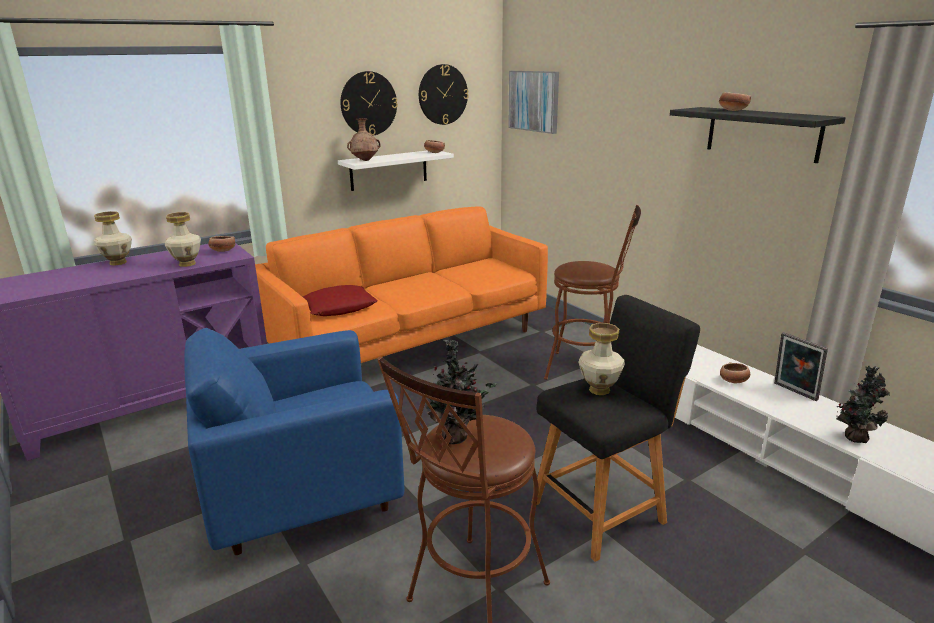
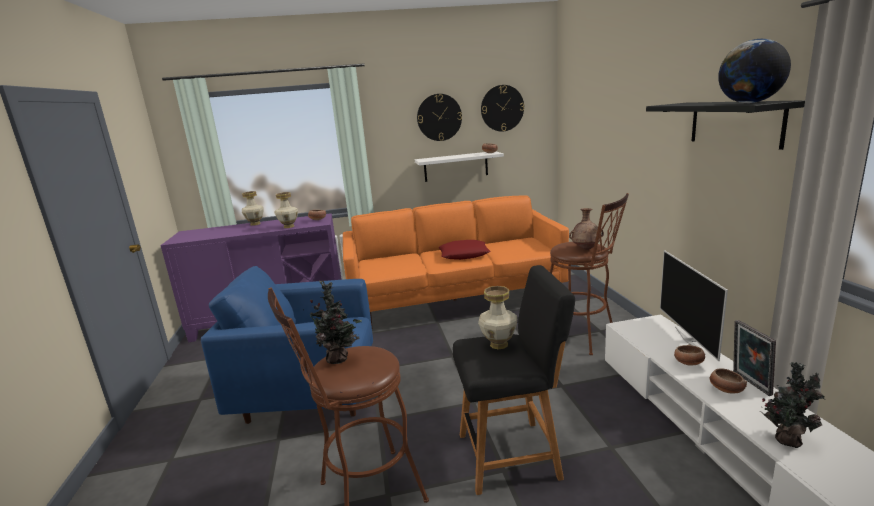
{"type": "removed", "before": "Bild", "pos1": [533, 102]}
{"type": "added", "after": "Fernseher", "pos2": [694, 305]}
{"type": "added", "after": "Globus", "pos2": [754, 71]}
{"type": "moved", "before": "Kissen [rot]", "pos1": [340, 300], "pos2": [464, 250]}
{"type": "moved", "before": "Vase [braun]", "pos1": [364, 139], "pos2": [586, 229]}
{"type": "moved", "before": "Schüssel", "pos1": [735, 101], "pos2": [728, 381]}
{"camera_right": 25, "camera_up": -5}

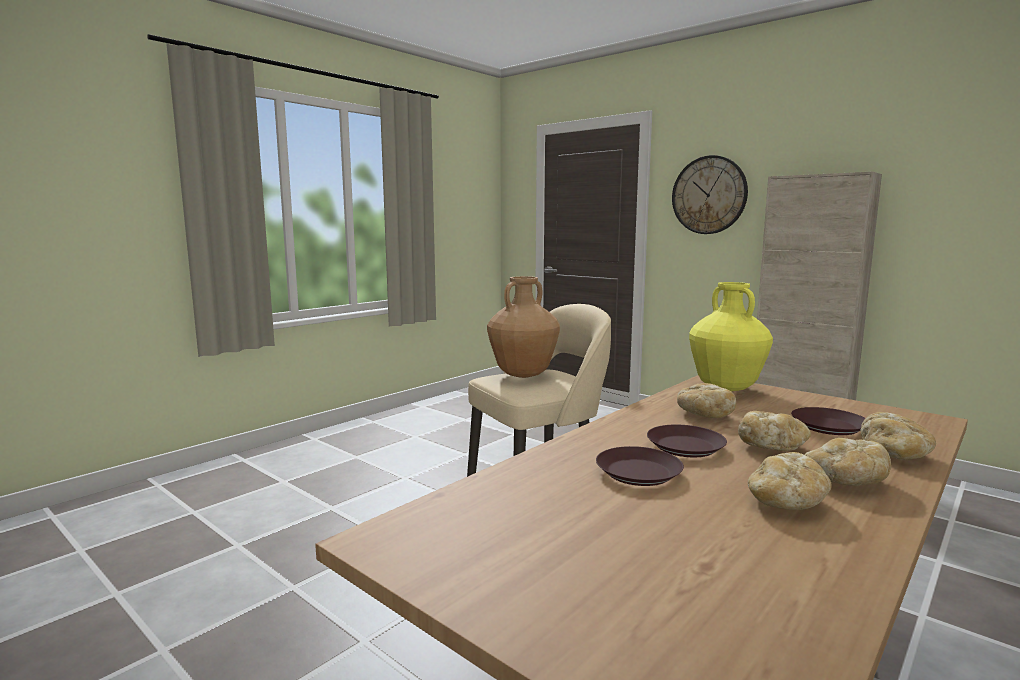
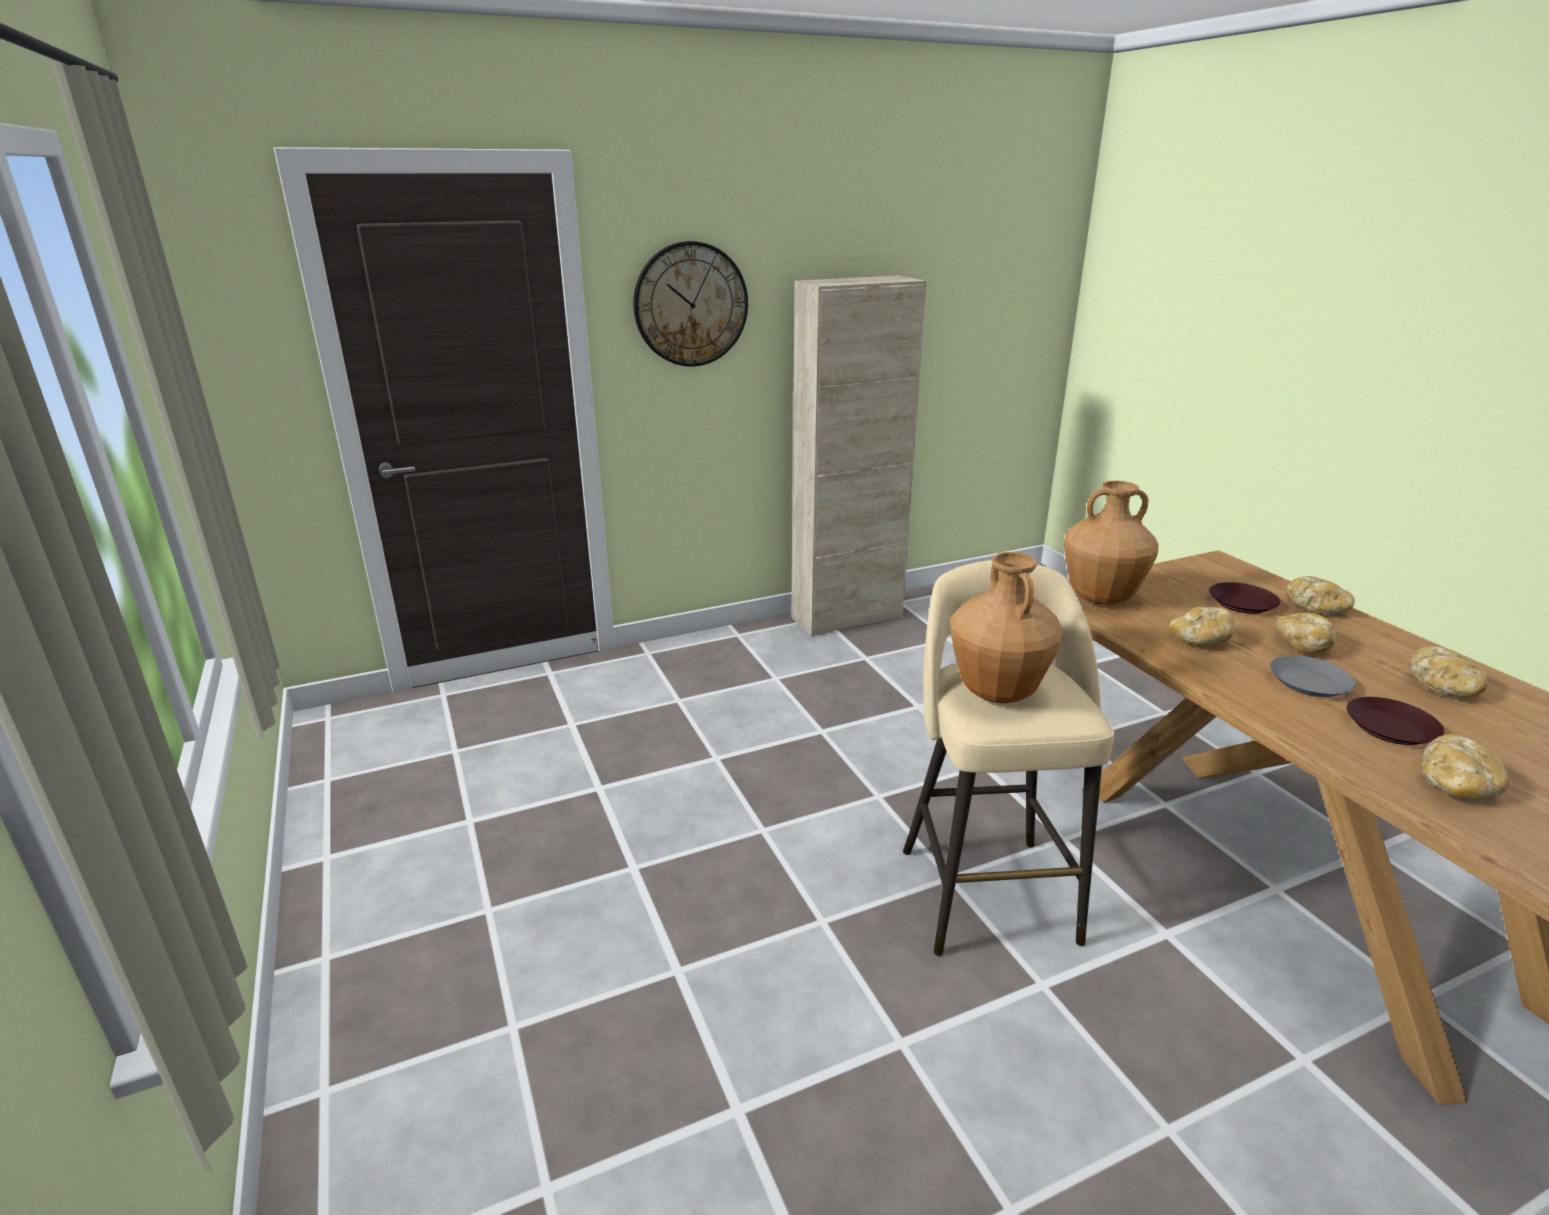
{"type": "moved", "before": "Brot", "pos1": [848, 462], "pos2": [1465, 767]}
{"type": "recoloured", "before": "Teller [braun]", "after": "Teller [grau]", "pos1": [687, 441], "pos2": [1313, 676]}
{"type": "recoloured", "before": "Vase [gelb]", "after": "Vase [braun]", "pos1": [731, 336], "pos2": [1111, 543]}
{"camera_right": -65, "camera_up": 15}

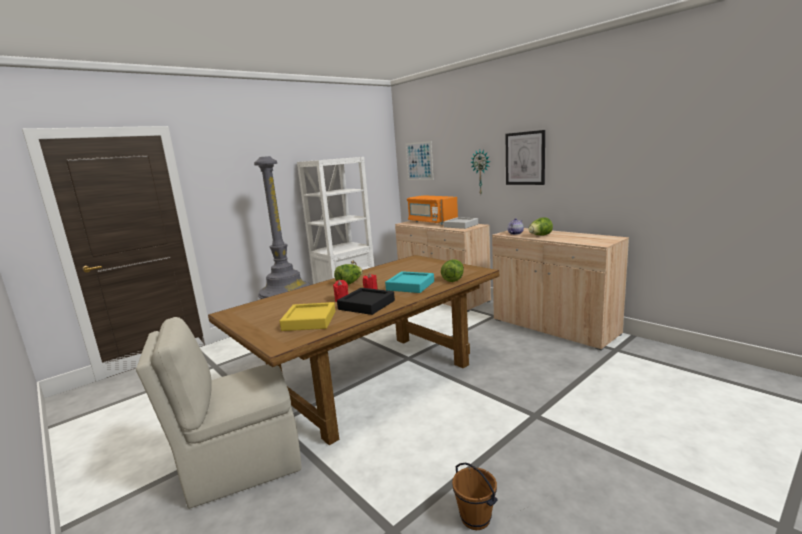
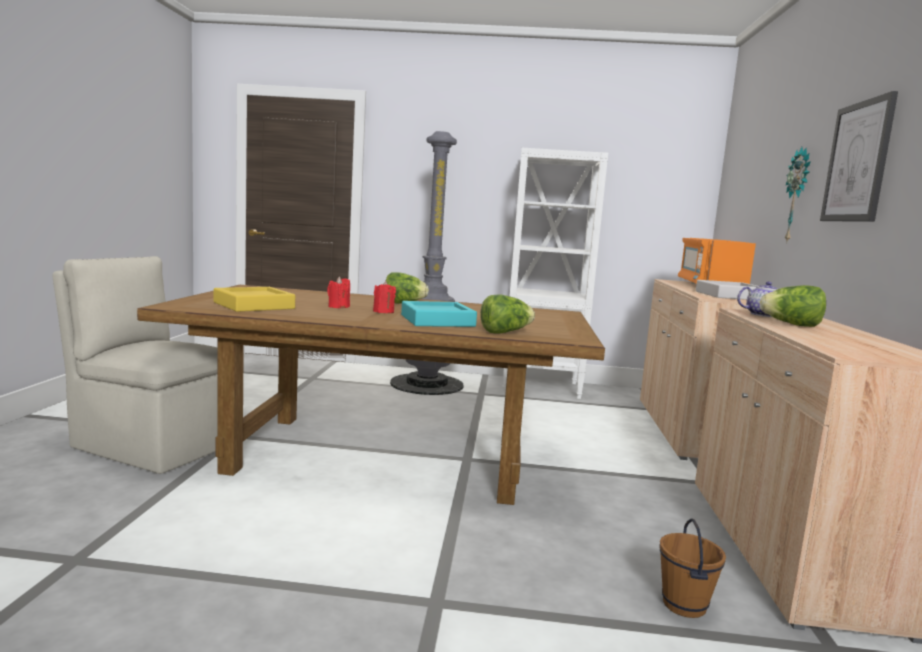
{"type": "removed", "before": "Tablett [schwarz]", "pos1": [366, 301]}
{"type": "removed", "before": "Bild", "pos1": [419, 160]}
{"type": "moved", "before": "Eimer [braun]", "pos1": [475, 496], "pos2": [692, 568]}
{"camera_right": 45, "camera_up": -5}

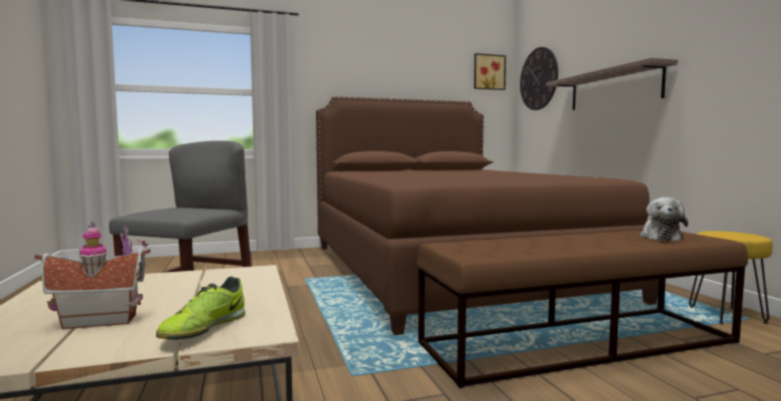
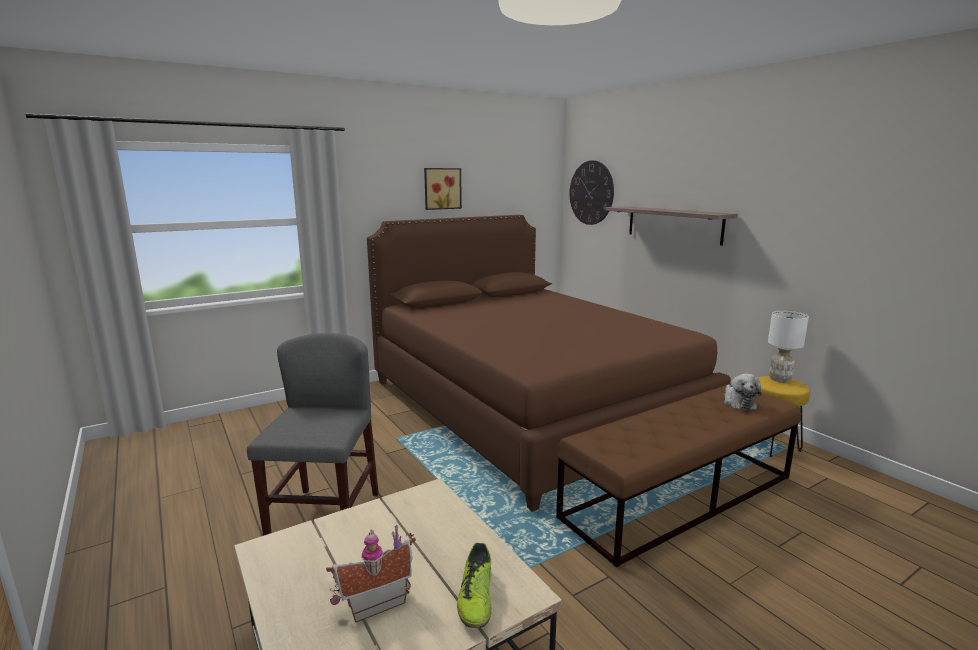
{"type": "added", "after": "Tischlampe [weiß]", "pos2": [788, 347]}
{"type": "moved", "before": "Bild", "pos1": [490, 71], "pos2": [443, 189]}
{"camera_right": -15, "camera_up": 10}

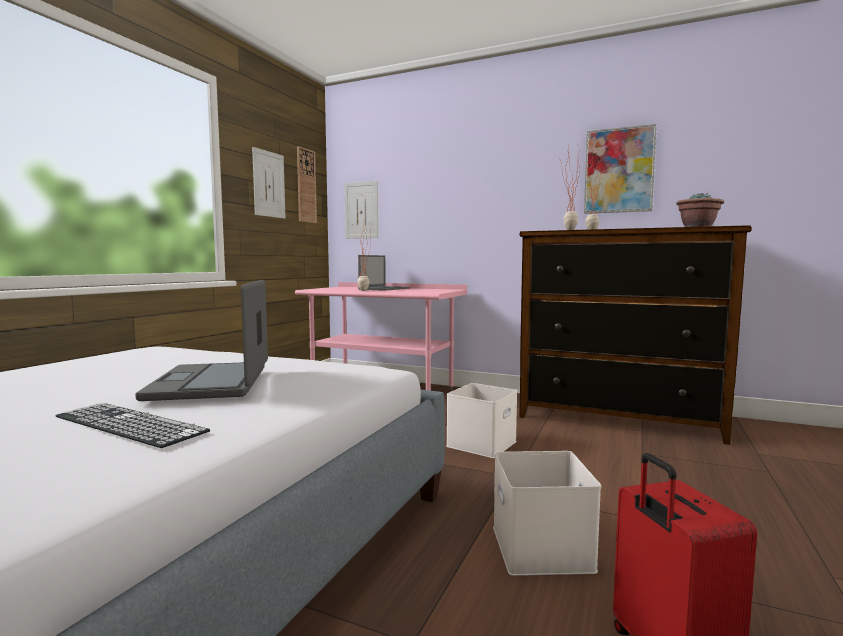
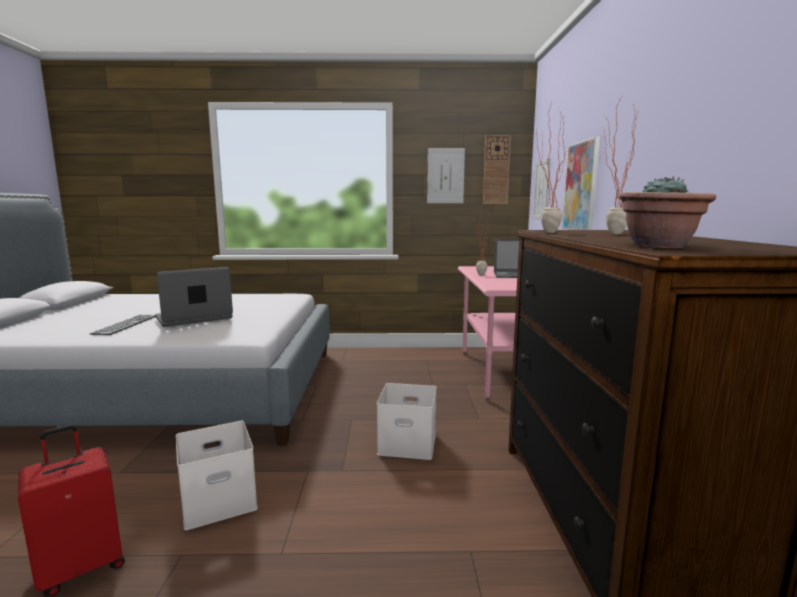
{"type": "moved", "before": "Bild", "pos1": [620, 169], "pos2": [581, 183]}
{"camera_right": 65, "camera_up": 5}

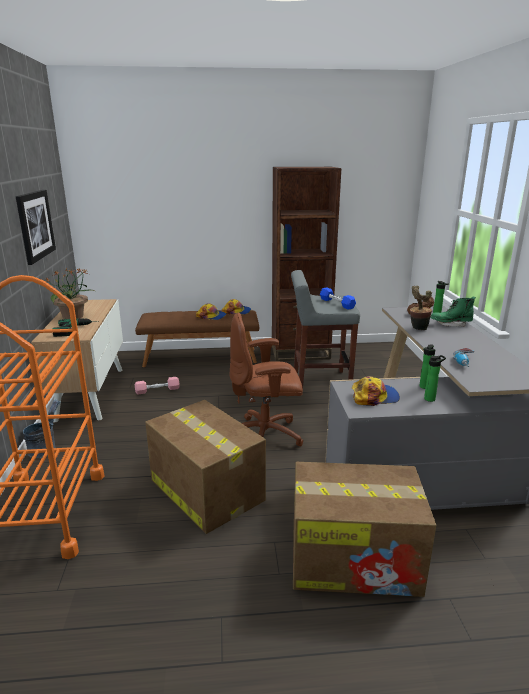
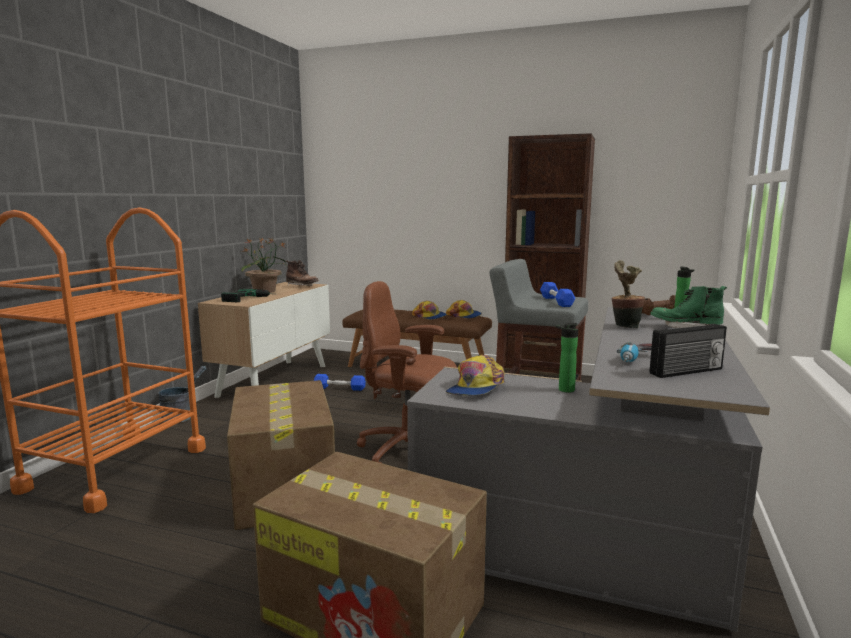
{"type": "removed", "before": "Bild", "pos1": [36, 227]}
{"type": "removed", "before": "Flasche", "pos1": [435, 378]}
{"type": "added", "after": "Stiefel [braun]", "pos2": [302, 273]}
{"type": "added", "after": "Radio", "pos2": [688, 351]}
{"type": "recoloured", "before": "Hantel [rosa]", "after": "Hantel [blau]", "pos1": [157, 385], "pos2": [340, 382]}
{"type": "turned", "before": "Kappe", "pos1": [376, 391], "pos2": [475, 375], "turn": 105}
{"camera_right": 25, "camera_up": -10}

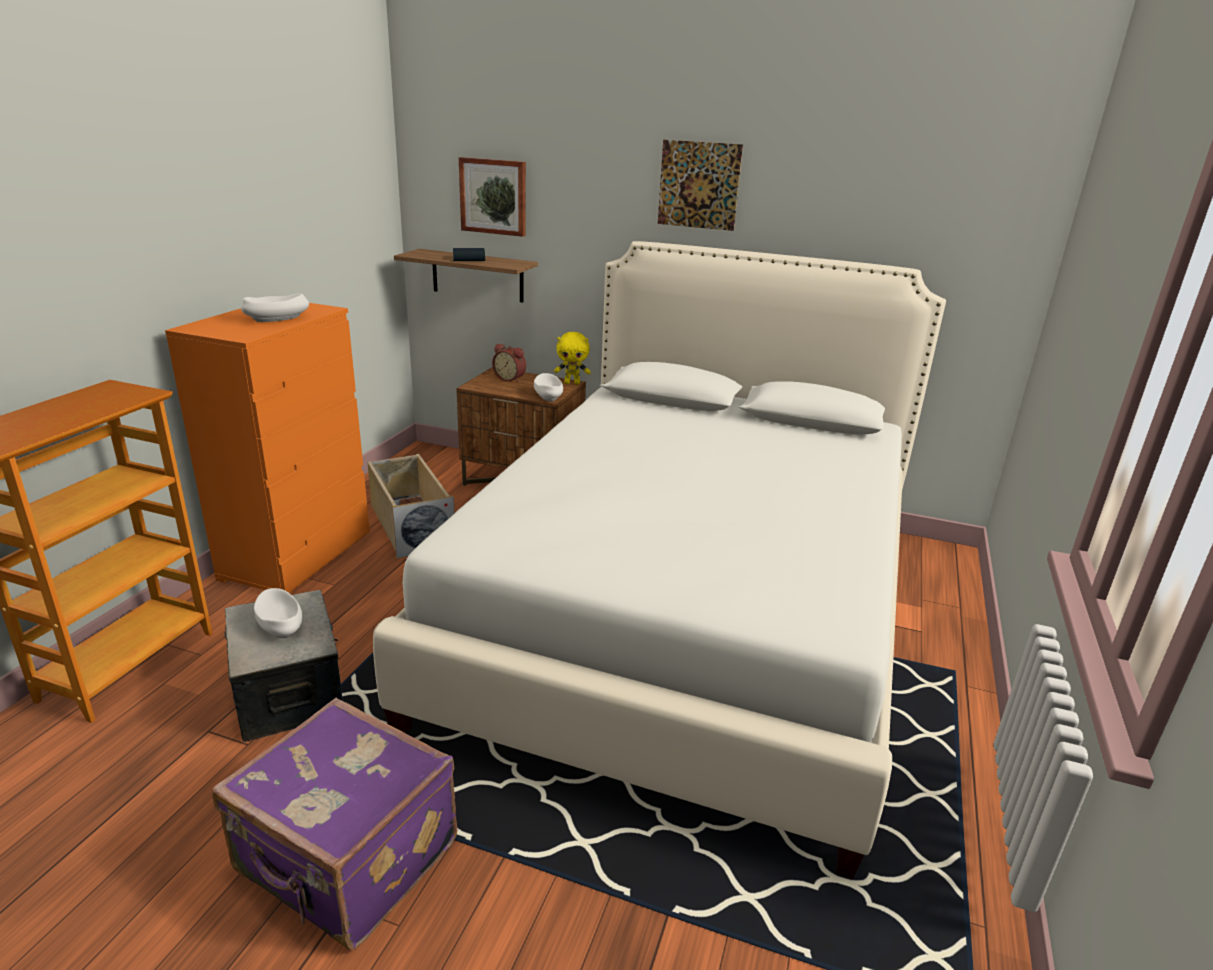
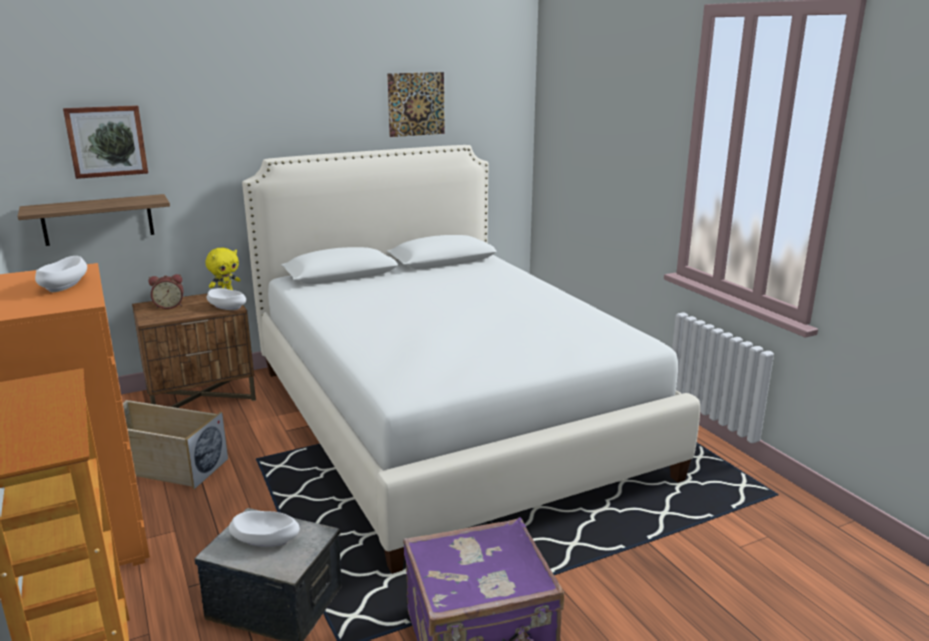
{"type": "removed", "before": "Buch", "pos1": [469, 254]}
{"type": "moved", "before": "Bild", "pos1": [700, 185], "pos2": [416, 104]}
{"camera_right": -45, "camera_up": -5}

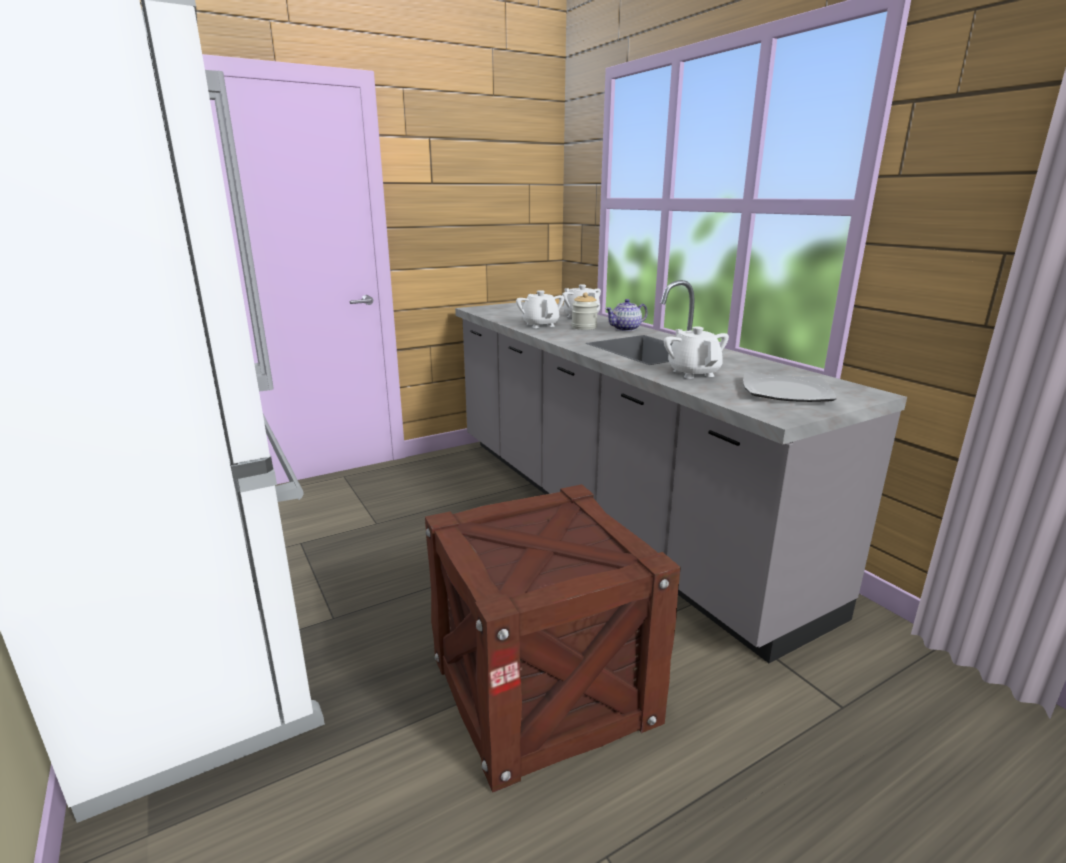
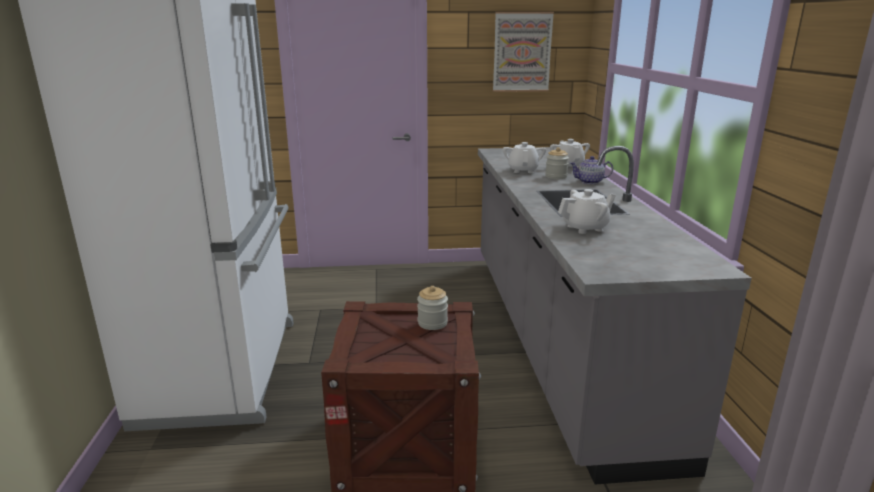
{"type": "removed", "before": "Teller", "pos1": [790, 387]}
{"type": "added", "after": "Vorratsglas", "pos2": [432, 308]}
{"type": "added", "after": "Bild", "pos2": [523, 52]}
{"type": "turned", "before": "Teekanne [weiß]", "pos1": [696, 352], "pos2": [587, 211], "turn": 60}
{"camera_right": 25, "camera_up": 0}

